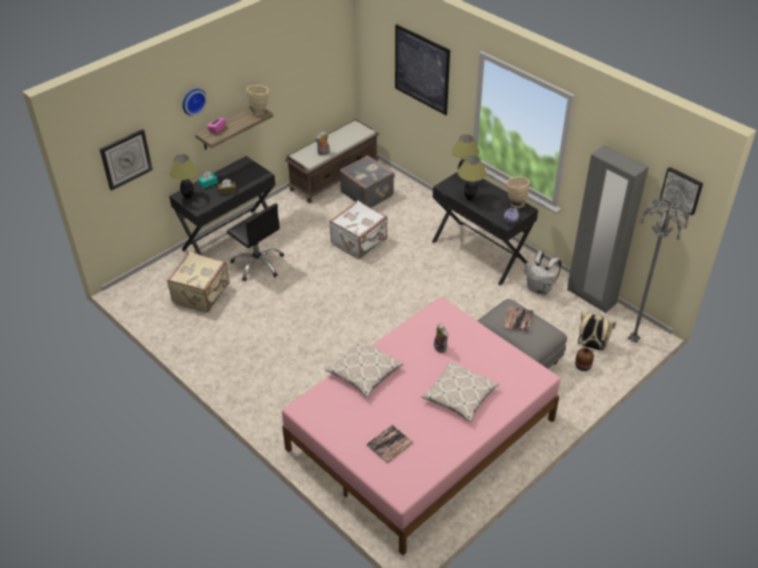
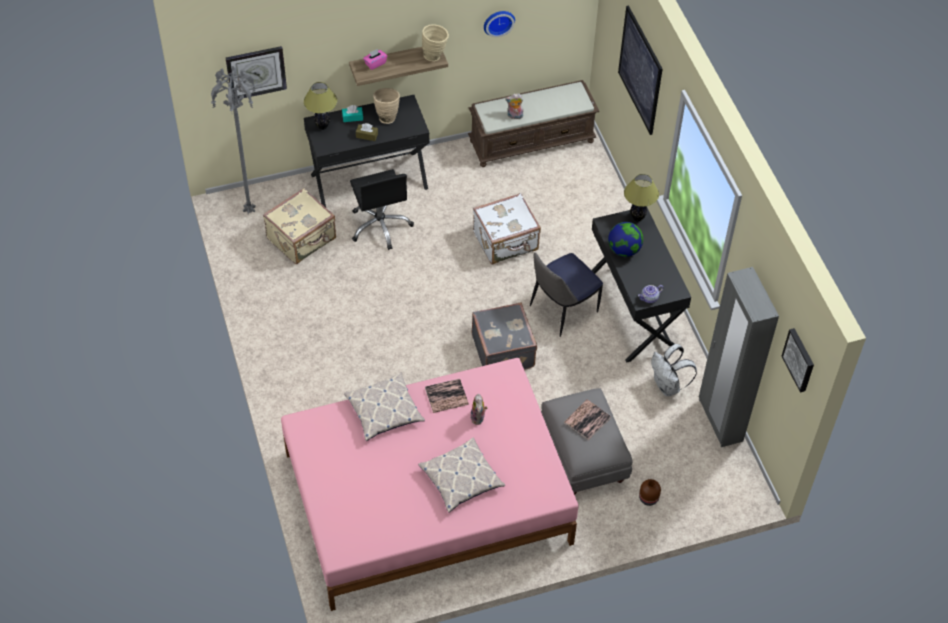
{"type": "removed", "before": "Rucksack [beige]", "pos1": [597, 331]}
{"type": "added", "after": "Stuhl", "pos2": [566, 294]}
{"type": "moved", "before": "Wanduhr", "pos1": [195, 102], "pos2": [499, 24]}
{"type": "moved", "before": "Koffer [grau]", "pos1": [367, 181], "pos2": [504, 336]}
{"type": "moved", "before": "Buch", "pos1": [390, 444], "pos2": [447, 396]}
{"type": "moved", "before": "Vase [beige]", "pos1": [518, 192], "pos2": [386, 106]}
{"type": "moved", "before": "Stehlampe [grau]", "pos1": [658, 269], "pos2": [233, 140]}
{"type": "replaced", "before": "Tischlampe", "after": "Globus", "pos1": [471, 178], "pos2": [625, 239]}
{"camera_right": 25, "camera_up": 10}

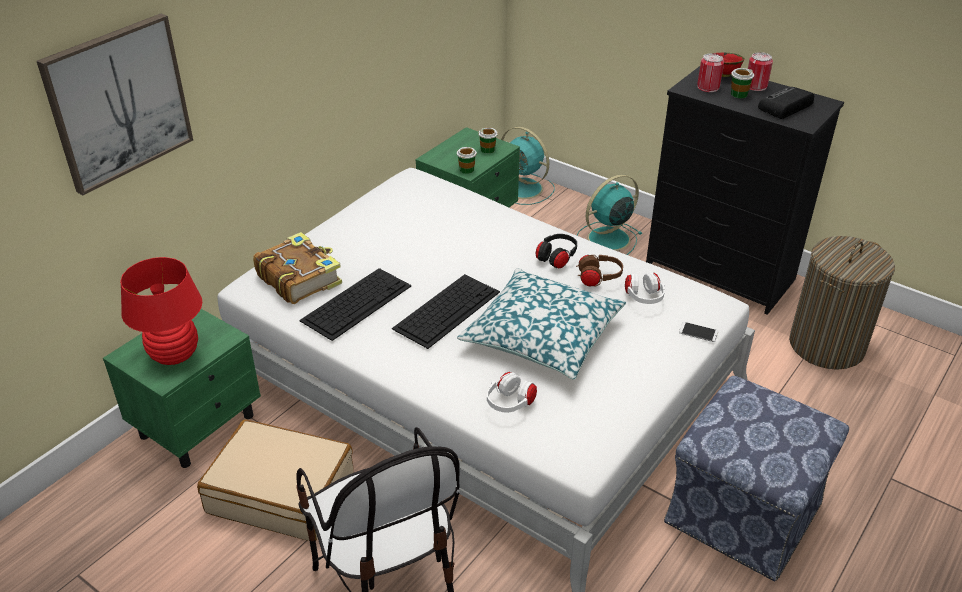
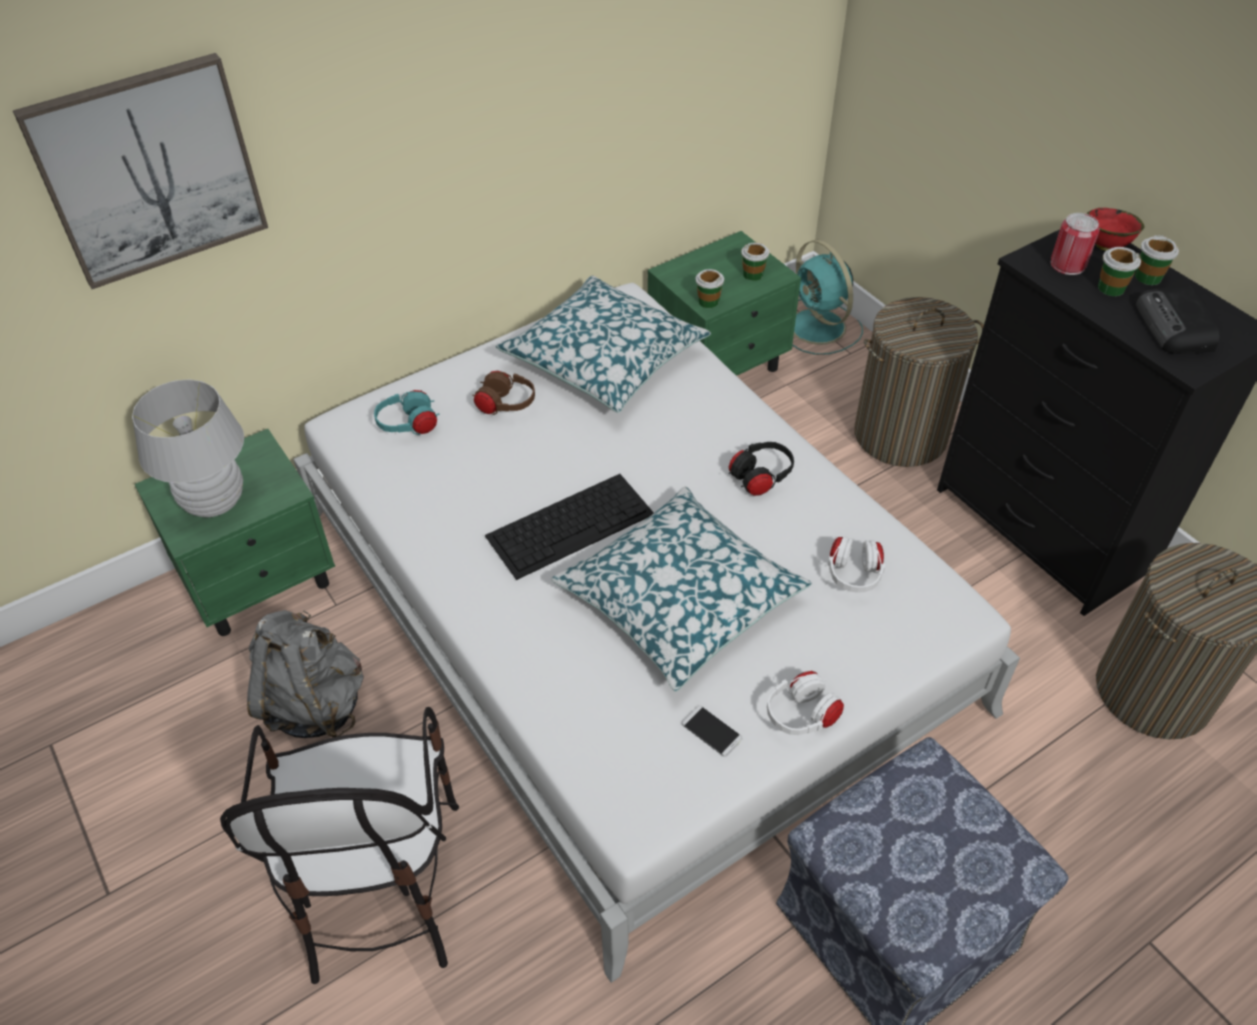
{"type": "removed", "before": "Tastatur", "pos1": [355, 304]}
{"type": "added", "after": "Kissen", "pos2": [603, 344]}
{"type": "moved", "before": "Kopfhörer [weiß]", "pos1": [512, 392], "pos2": [805, 703]}
{"type": "moved", "before": "Kopfhörer [braun]", "pos1": [599, 271], "pos2": [503, 393]}
{"type": "moved", "before": "Handy", "pos1": [698, 332], "pos2": [712, 731]}
{"type": "replaced", "before": "Koffer [beige]", "after": "Rucksack [grau]", "pos1": [275, 480], "pos2": [305, 674]}
{"type": "replaced", "before": "Buch", "after": "Kopfhörer [türkis]", "pos1": [297, 268], "pos2": [407, 412]}
{"type": "replaced", "before": "Ventilator [türkis]", "after": "Wäschekorb", "pos1": [609, 214], "pos2": [919, 382]}
{"type": "replaced", "before": "Dose", "after": "Tasse", "pos1": [760, 71], "pos2": [1157, 260]}
{"type": "recoloured", "before": "Tischlampe [rot]", "after": "Tischlampe [weiß]", "pos1": [161, 311], "pos2": [188, 448]}
{"type": "turned", "before": "Radio", "pos1": [786, 103], "pos2": [1177, 319], "turn": -75}
{"camera_right": 20, "camera_up": 10}

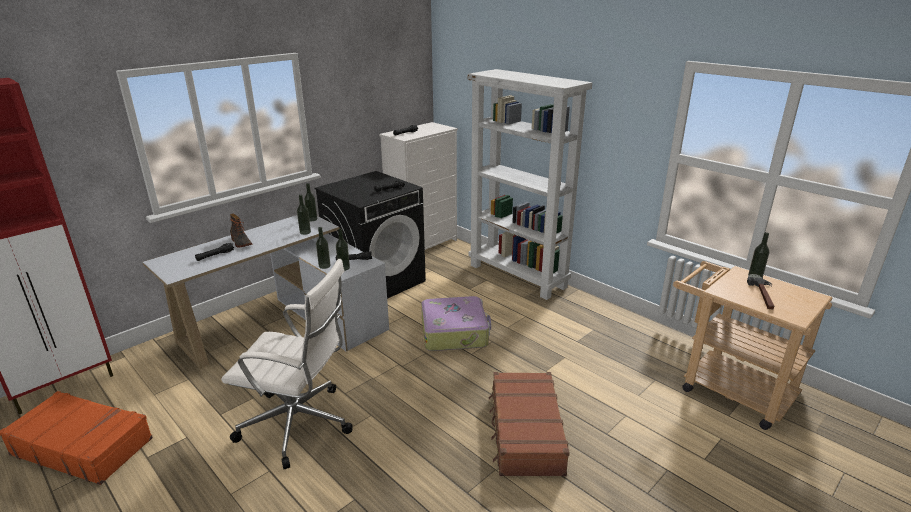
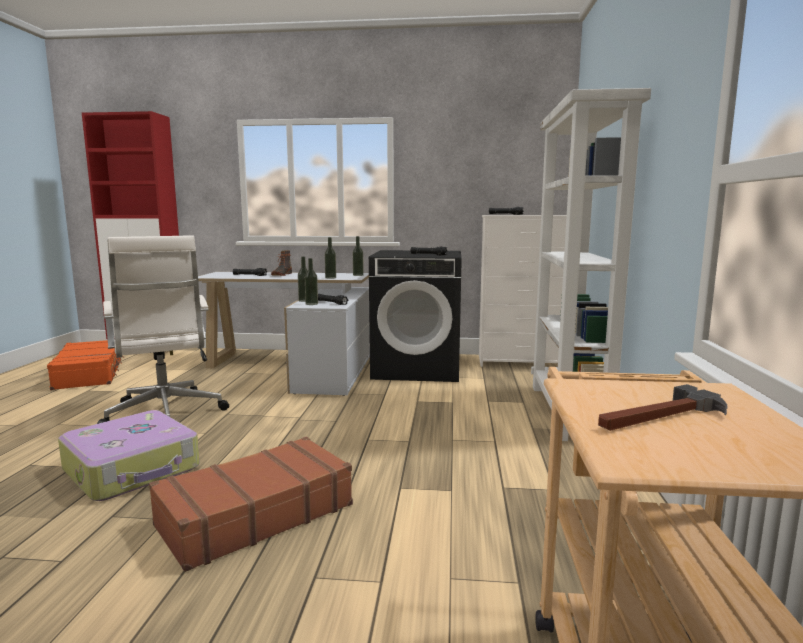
{"type": "removed", "before": "Flasche", "pos1": [758, 255]}
{"type": "moved", "before": "Koffer", "pos1": [456, 323], "pos2": [129, 455]}
{"camera_right": 50, "camera_up": -15}

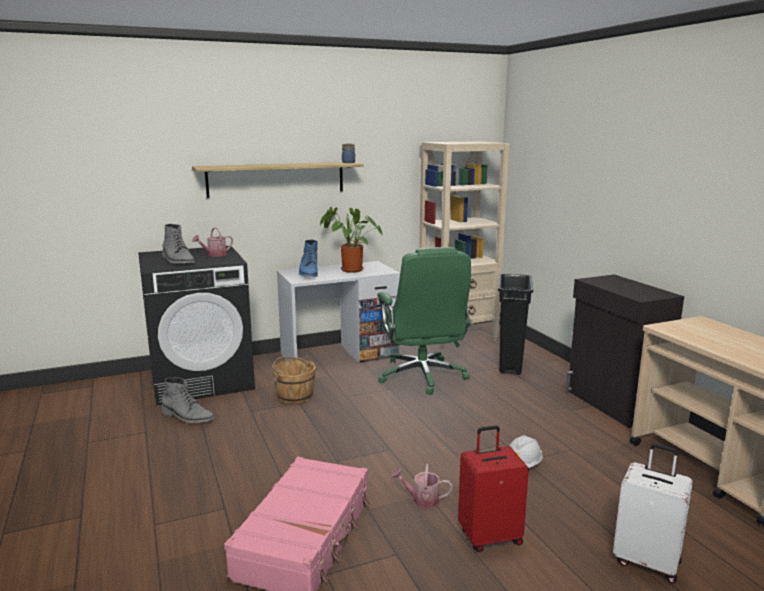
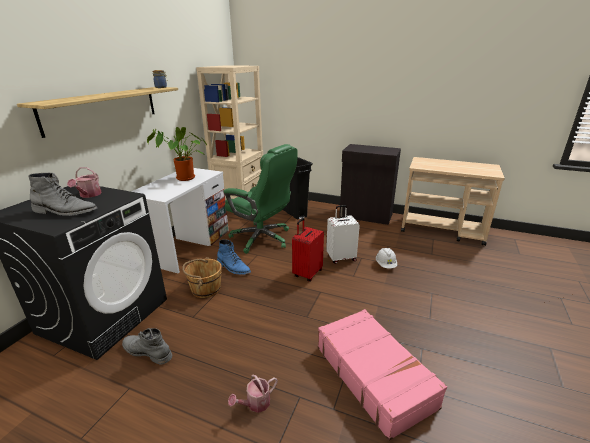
{"type": "moved", "before": "Stiefel [blau]", "pos1": [308, 258], "pos2": [234, 257]}
{"type": "moved", "before": "Gießkanne", "pos1": [422, 486], "pos2": [253, 394]}
{"type": "moved", "before": "Koffer [rot]", "pos1": [493, 489], "pos2": [308, 250]}
{"type": "moved", "before": "Koffer [weiß]", "pos1": [653, 514], "pos2": [343, 234]}
{"type": "turned", "before": "Stiefel [grau]", "pos1": [188, 400], "pos2": [147, 346], "turn": -135}
{"camera_right": -45, "camera_up": 10}

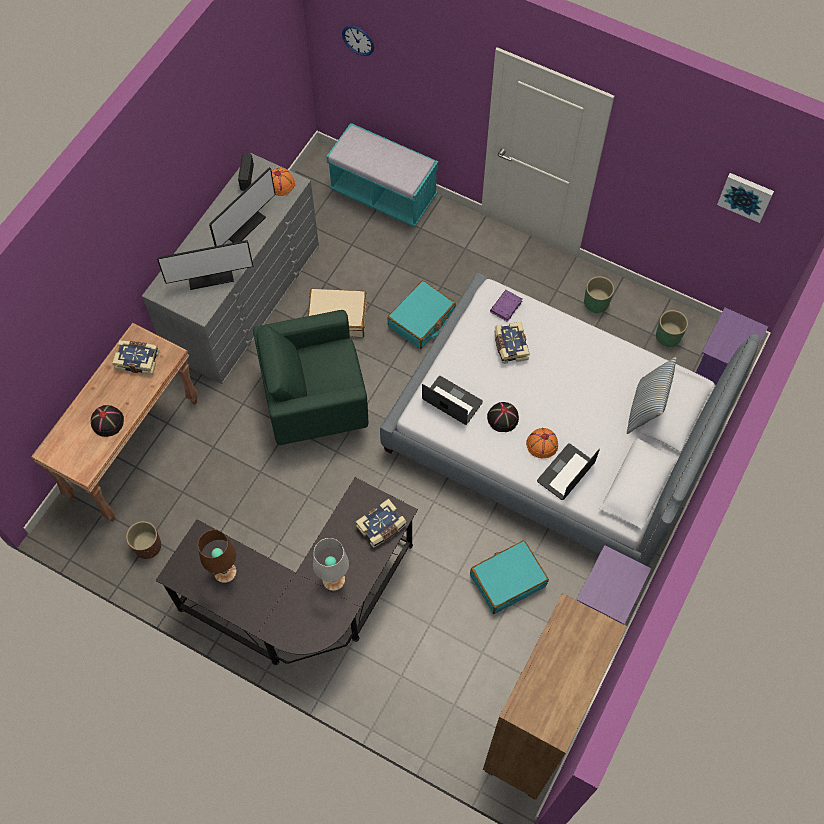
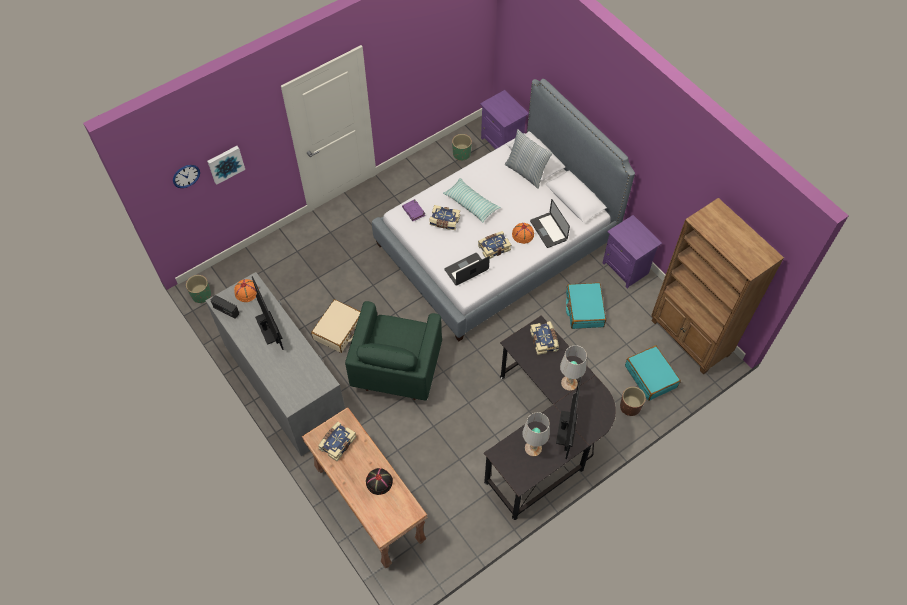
{"type": "removed", "before": "Bank [türkis]", "pos1": [382, 175]}
{"type": "added", "after": "Kissen", "pos2": [471, 200]}
{"type": "moved", "before": "Pflanzkübel [braun]", "pos1": [143, 540], "pos2": [633, 401]}
{"type": "moved", "before": "Monitor", "pos1": [205, 265], "pos2": [568, 418]}
{"type": "moved", "before": "Koffer [türkis]", "pos1": [421, 314], "pos2": [653, 373]}
{"type": "moved", "before": "Pflanzkübel [grün]", "pos1": [599, 294], "pos2": [198, 289]}
{"type": "moved", "before": "Bild", "pos1": [745, 198], "pos2": [226, 165]}
{"type": "replaced", "before": "Hut [schwarz]", "after": "Buch", "pos1": [503, 417], "pos2": [494, 245]}
{"type": "recoloured", "before": "Tischlampe [braun]", "after": "Tischlampe [weiß]", "pos1": [217, 556], "pos2": [536, 434]}
{"camera_right": -65, "camera_up": -5}

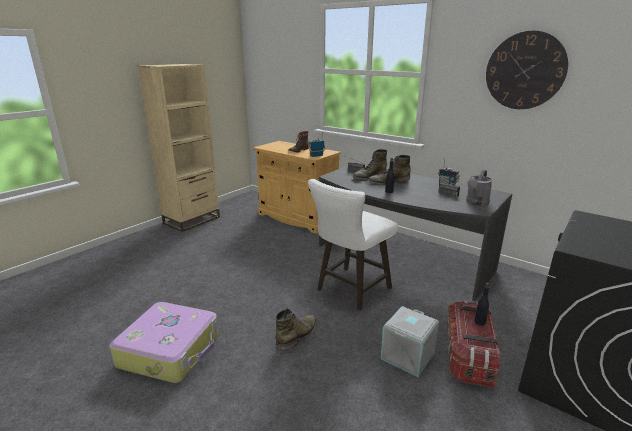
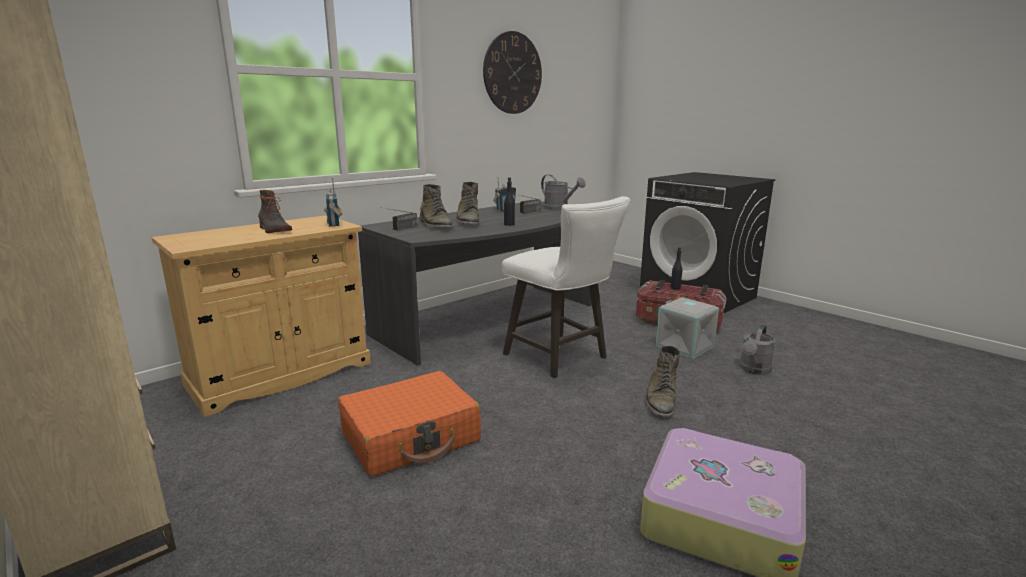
{"type": "added", "after": "Koffer [orange]", "pos2": [409, 424]}
{"type": "added", "after": "Gießkanne [grau]", "pos2": [757, 350]}
{"type": "turned", "before": "Stiefel [grün]", "pos1": [296, 329], "pos2": [662, 382], "turn": -120}
{"camera_right": -80, "camera_up": -5}

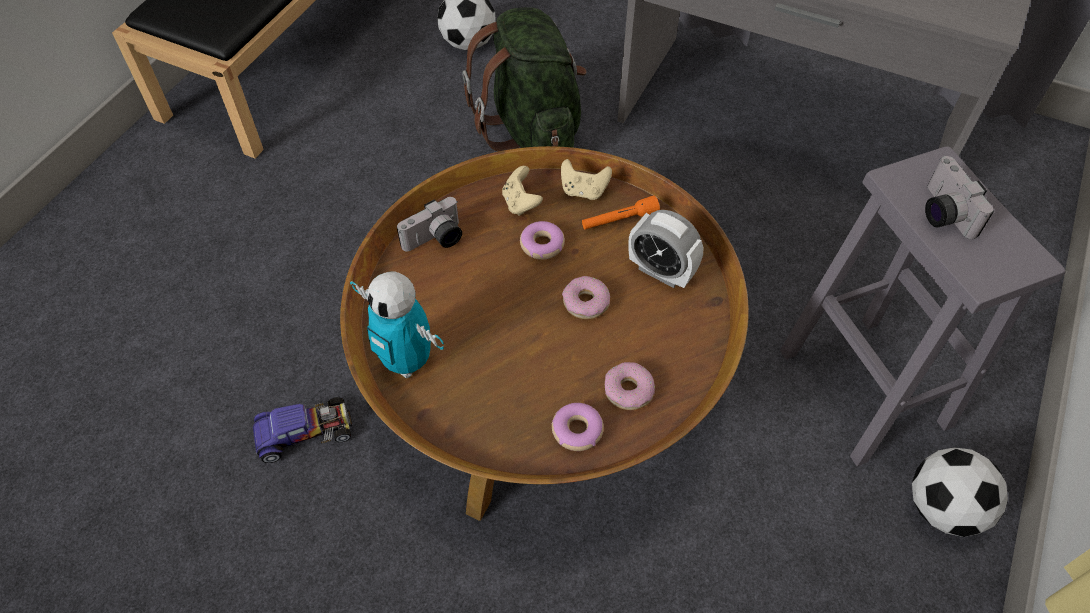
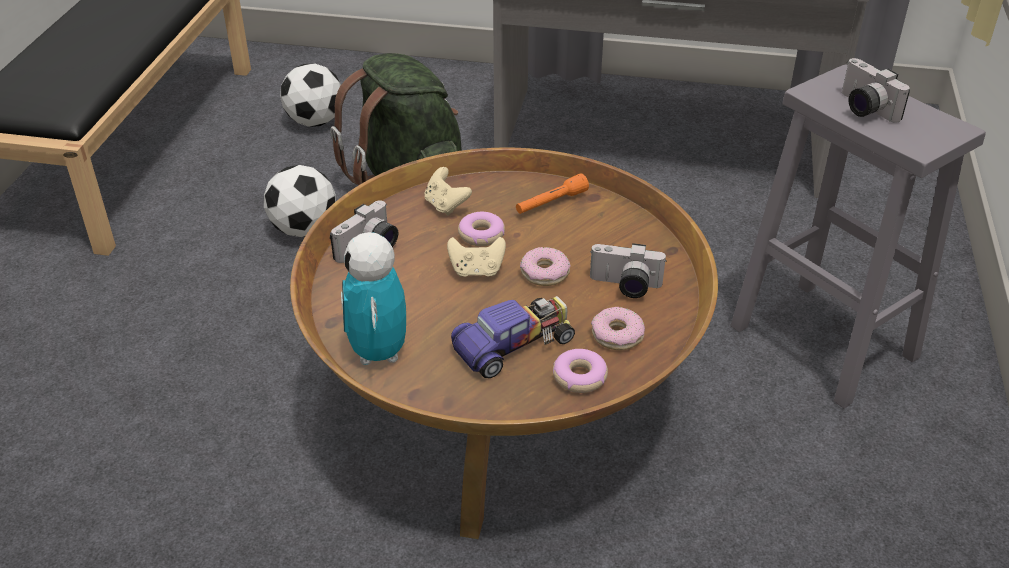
{"type": "removed", "before": "Wecker", "pos1": [665, 249]}
{"type": "added", "after": "Kamera", "pos2": [628, 270]}
{"type": "moved", "before": "Spielzeugauto", "pos1": [303, 430], "pos2": [513, 337]}
{"type": "moved", "before": "Gamepad [beige]", "pos1": [586, 179], "pos2": [476, 257]}
{"type": "moved", "before": "Fußball", "pos1": [960, 492], "pos2": [300, 201]}
{"type": "turned", "before": "Spielzeugroboter", "pos1": [397, 324], "pos2": [373, 298], "turn": 60}
{"camera_right": -15, "camera_up": -15}

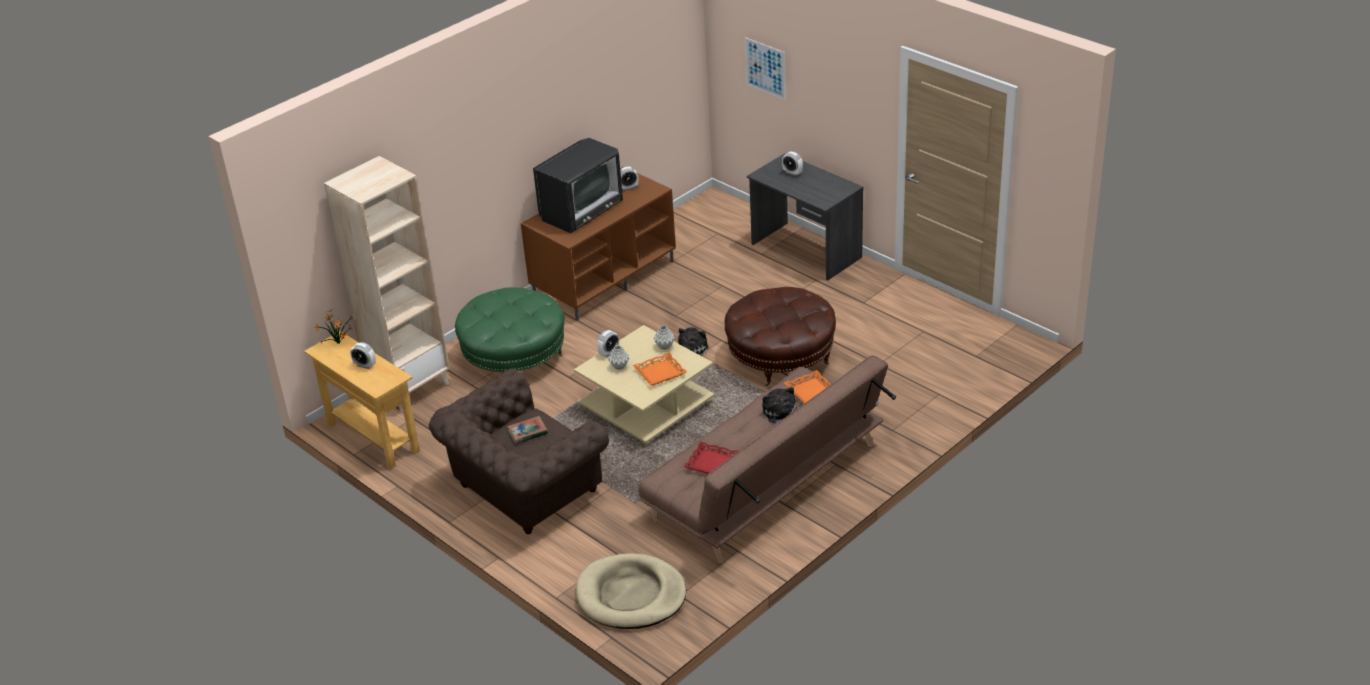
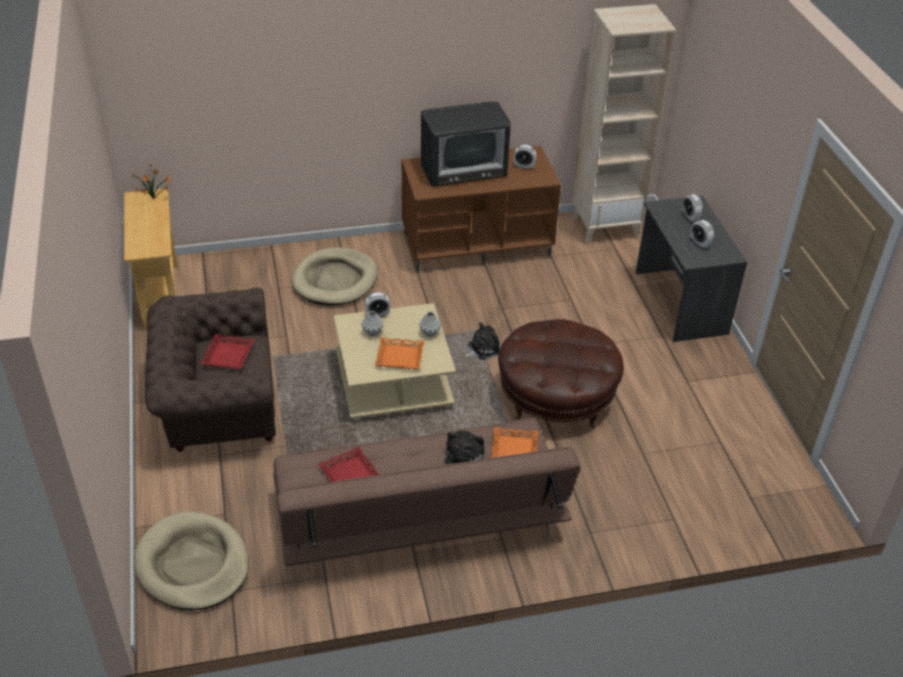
{"type": "removed", "before": "Bild", "pos1": [765, 68]}
{"type": "moved", "before": "Bücherregal [beige]", "pos1": [387, 284], "pos2": [624, 123]}
{"type": "moved", "before": "Wecker", "pos1": [363, 355], "pos2": [702, 234]}
{"type": "replaced", "before": "Polsterhocker [grün]", "after": "Hundebett [beige]", "pos1": [510, 329], "pos2": [334, 276]}
{"type": "replaced", "before": "Buch", "after": "Tablett [rot]", "pos1": [527, 430], "pos2": [227, 351]}
{"camera_right": 30, "camera_up": 5}

